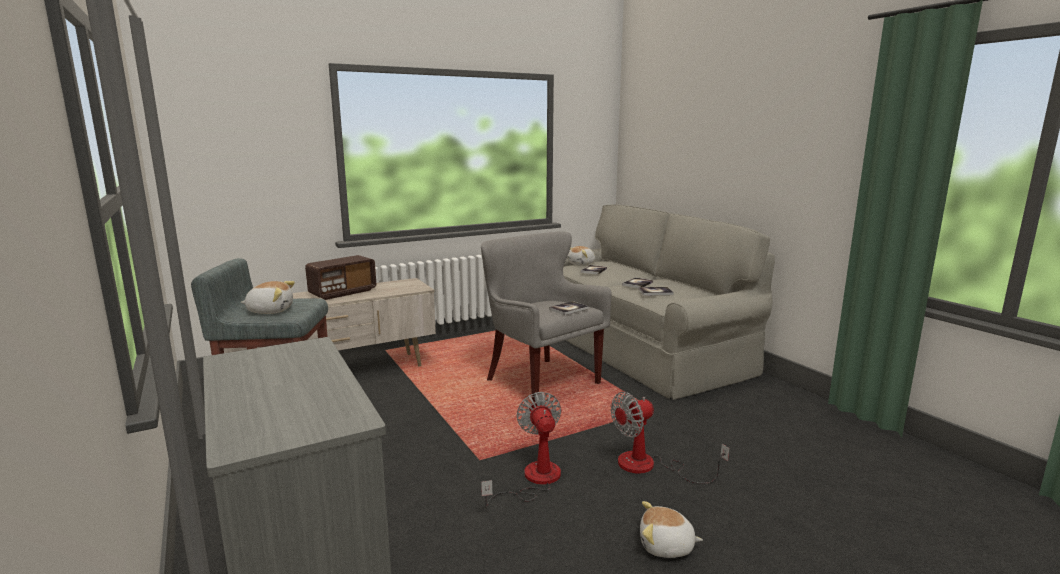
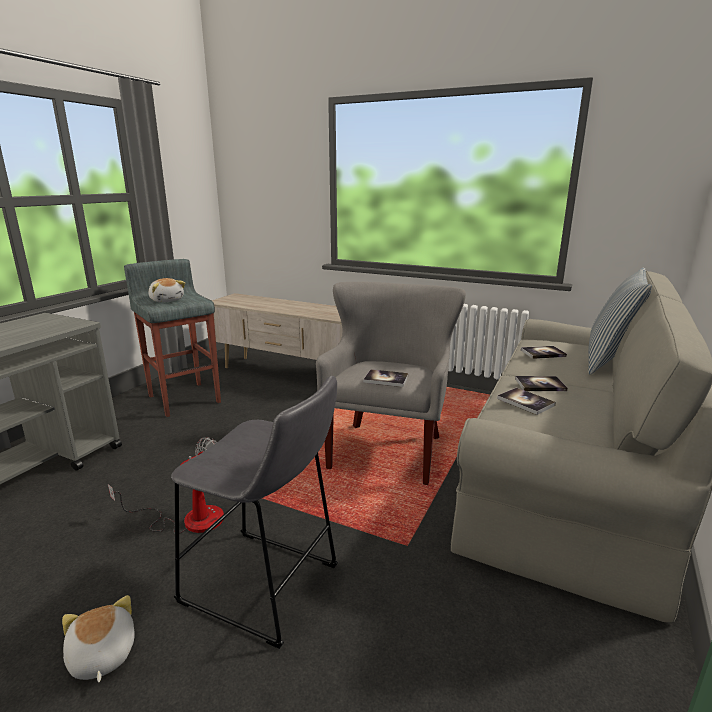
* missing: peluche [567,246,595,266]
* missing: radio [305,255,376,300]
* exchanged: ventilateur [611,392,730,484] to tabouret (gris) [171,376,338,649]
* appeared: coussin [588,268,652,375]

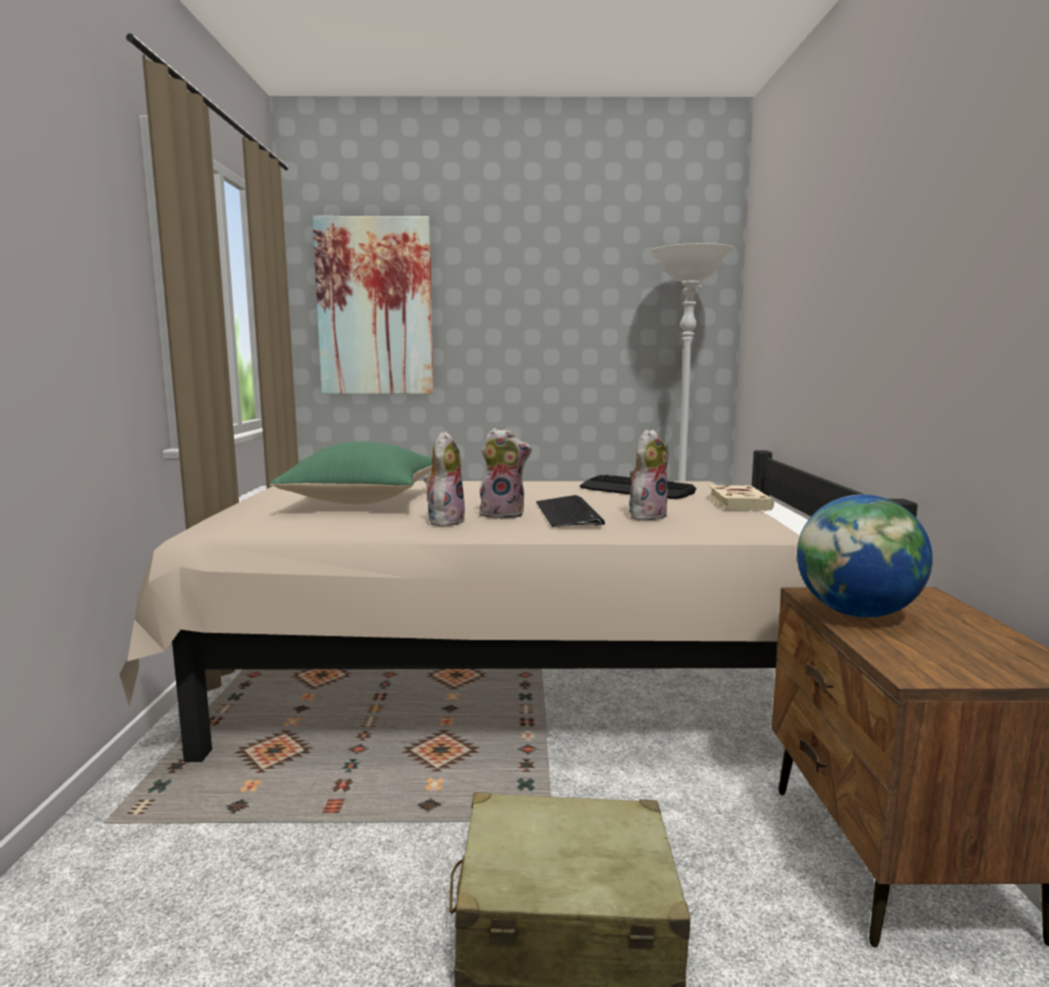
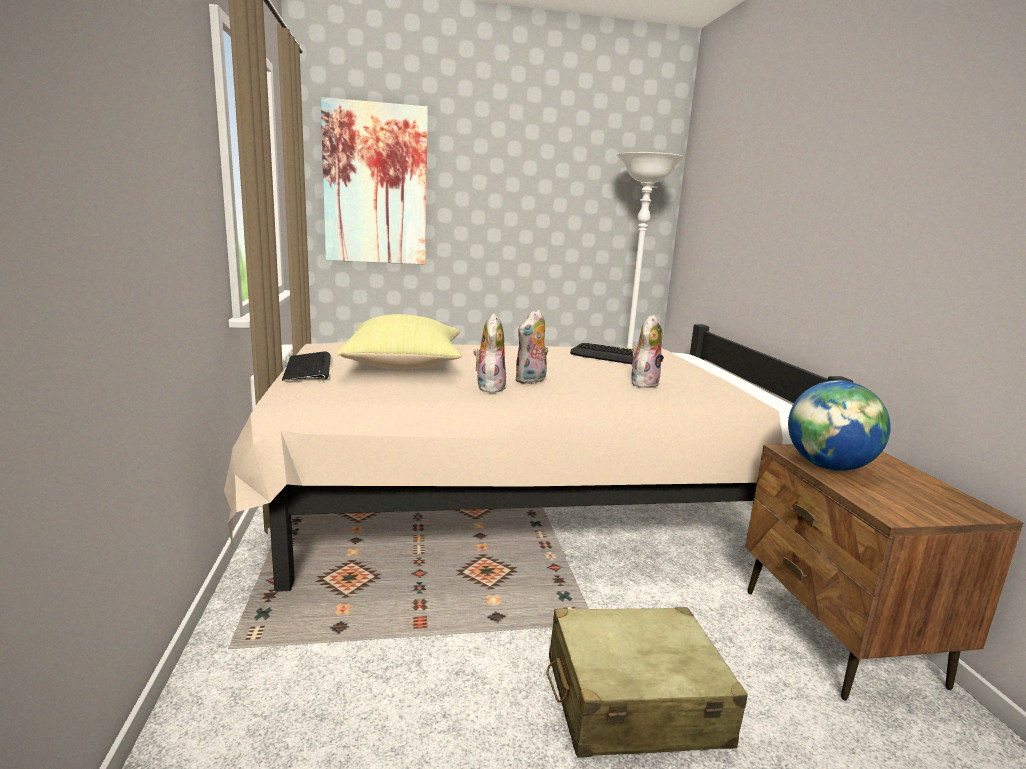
* spun: peluche [477,428,532,519] = [515,310,548,384] 135 degrees clockwise
* colour: coussin (vert) [270,441,432,504] to coussin (jaune) [337,314,462,369]
* missing: livre (beige) [709,485,774,511]
* relocated: clavier [536,495,605,527] to [282,351,331,381]

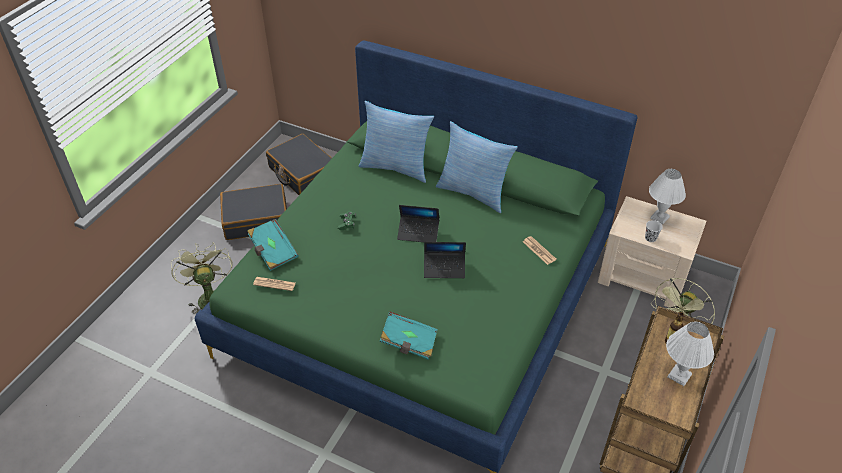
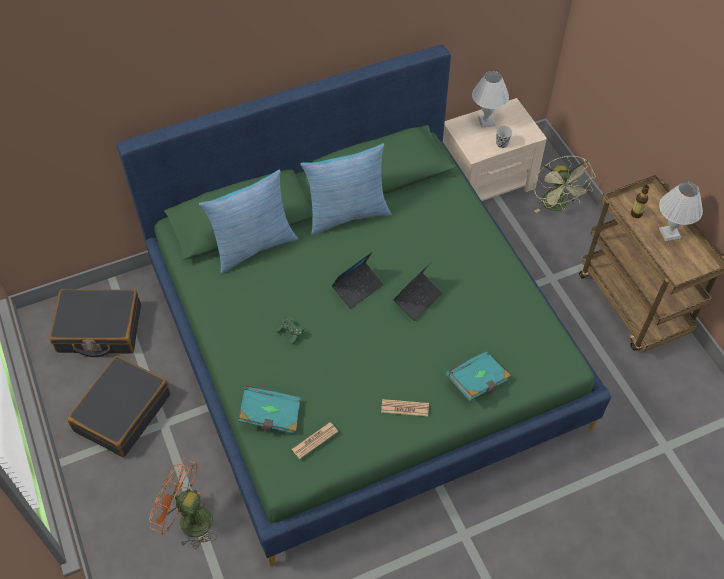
* relocated: journal [523,236,557,265] to [381,399,429,416]
* colour: ventilateur (vert) [171,244,232,314] to ventilateur (orange) [149,458,217,549]

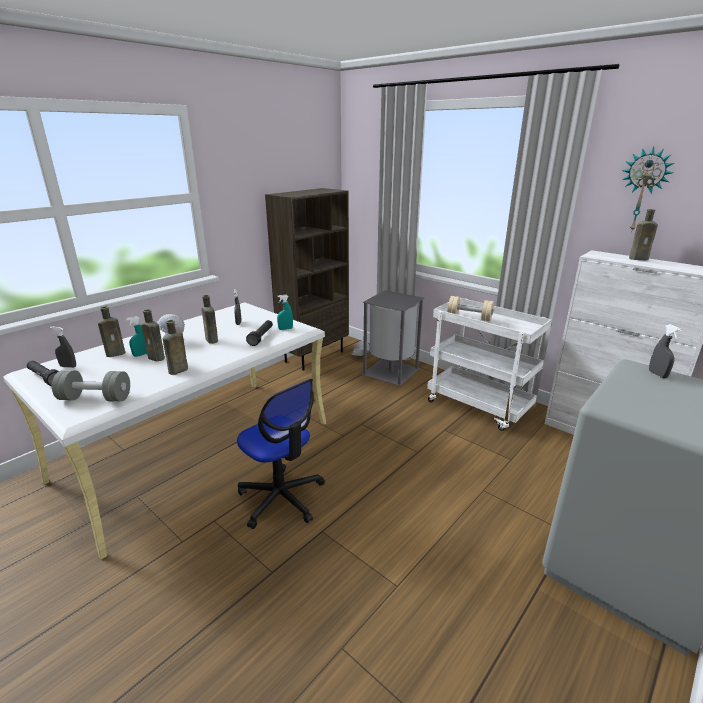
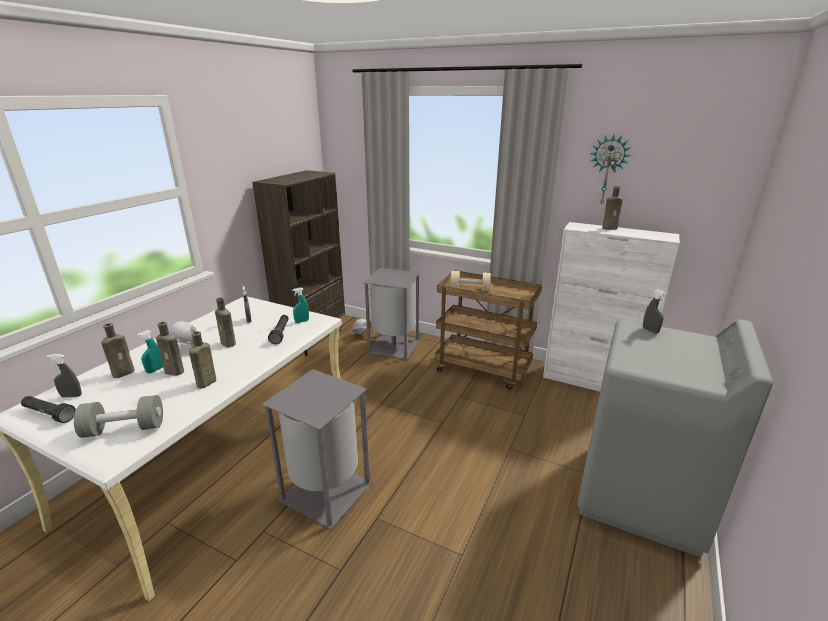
* colour: chariot (blanc) [427,298,552,431] to chariot (marron) [435,270,542,390]
* exchanged: chaise de bureau [237,379,325,529] to poubelle (gris) [262,369,372,530]

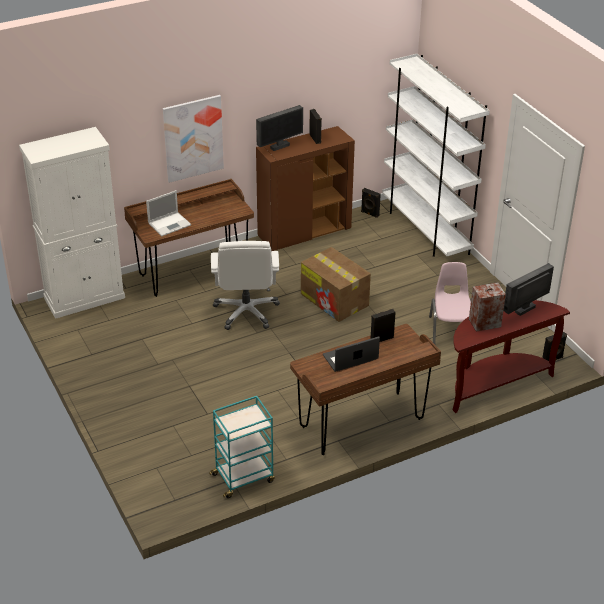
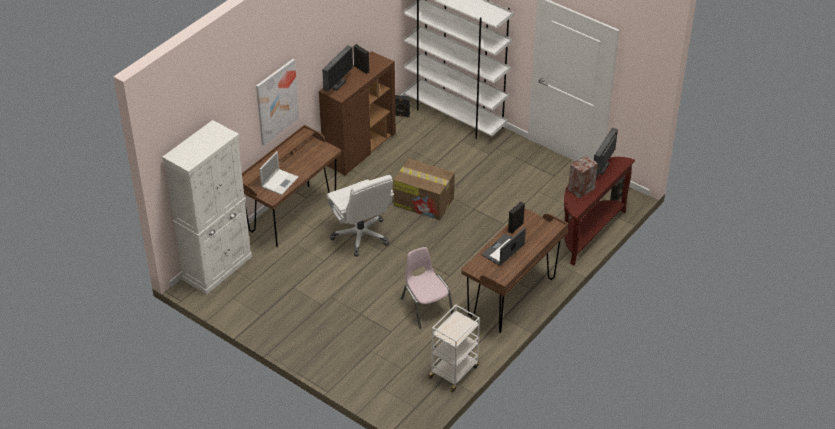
* relocated: chaise (rose) [429,262,471,344] to [401,247,453,329]
* colour: chariot (turquoise) [209,396,275,498] to chariot (blanc) [427,305,480,392]

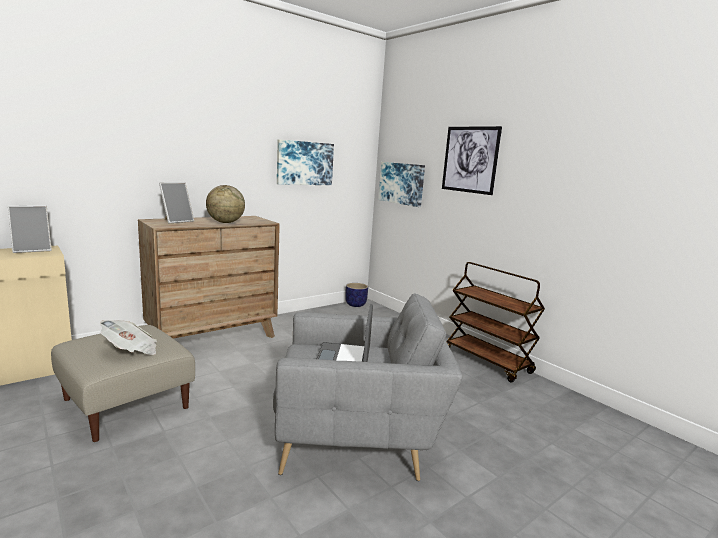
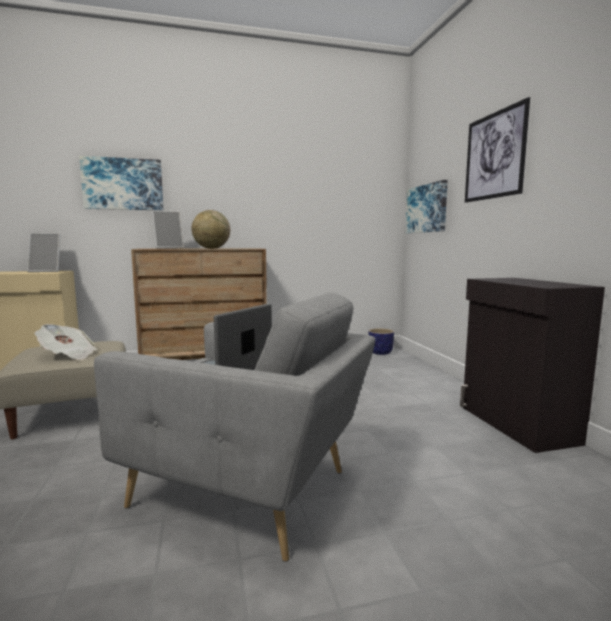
* relocated: tableau [277,139,334,185] to [79,156,163,210]
* exchanged: chariot (marron) [446,262,545,382] to meuble de rangement (noir) [460,278,605,453]

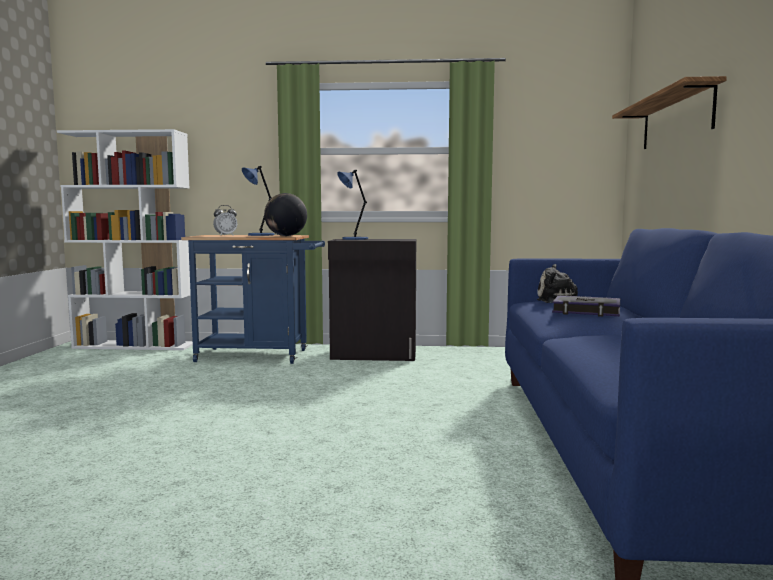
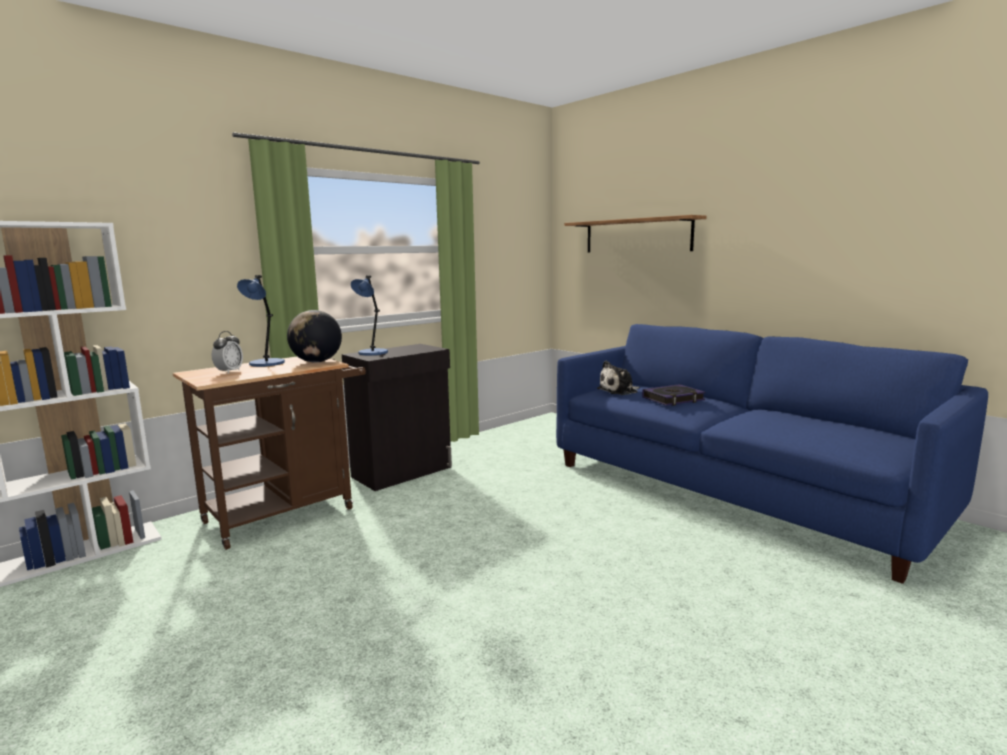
* colour: chariot (bleu) [181,235,325,364] to chariot (marron) [173,356,366,550]

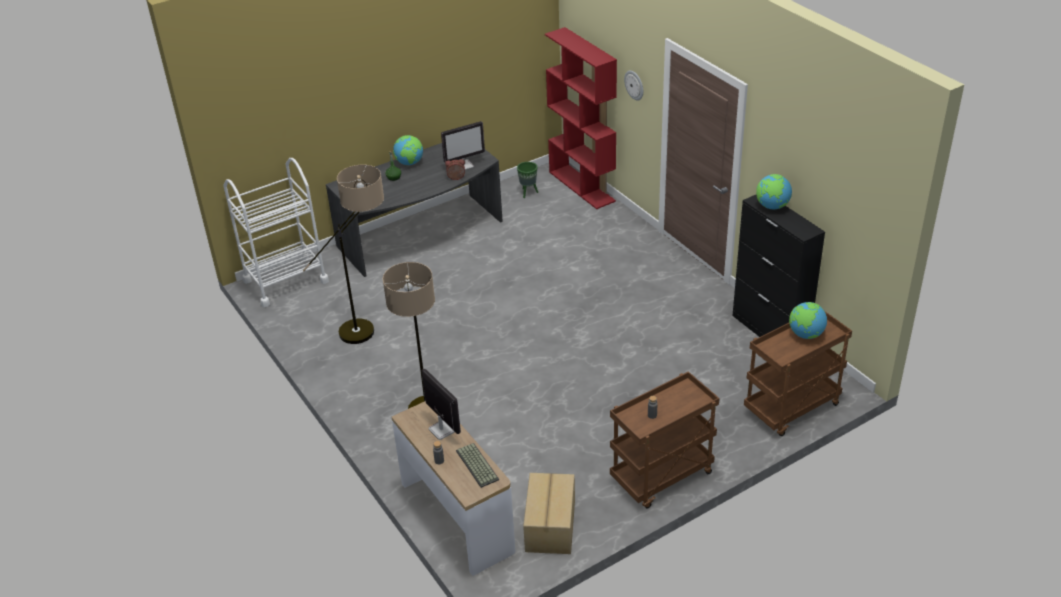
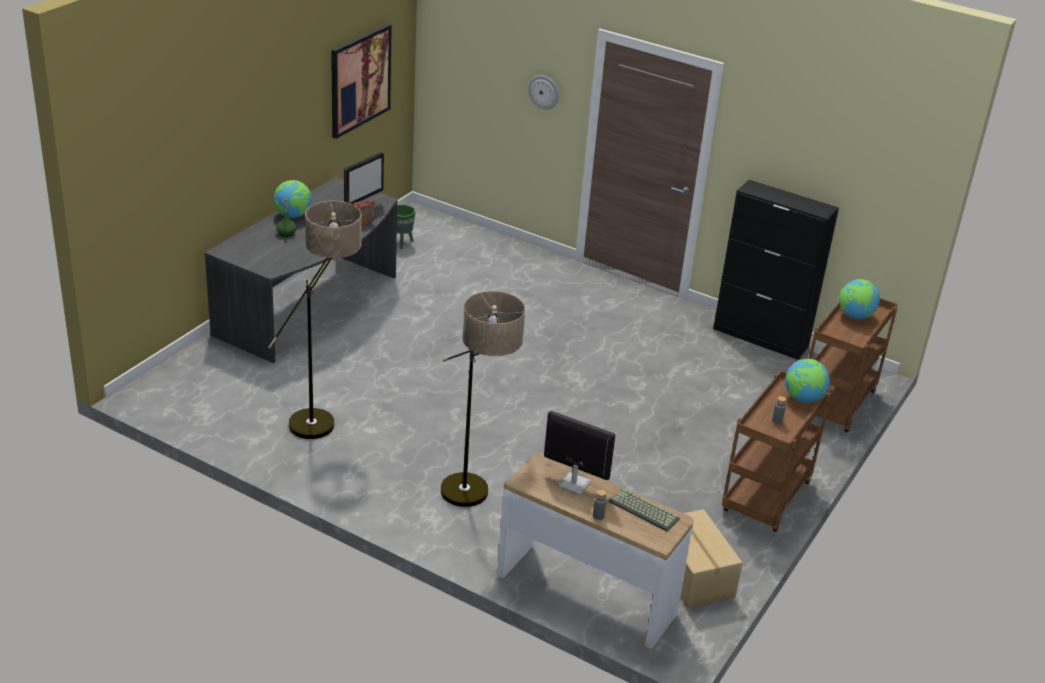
* missing: bibliothèque (rouge) [545,27,617,209]
* missing: chariot (blanc) [223,158,329,307]
* relocated: globe [756,174,792,209] to [785,359,830,403]
* appeared: tableau [331,24,392,139]

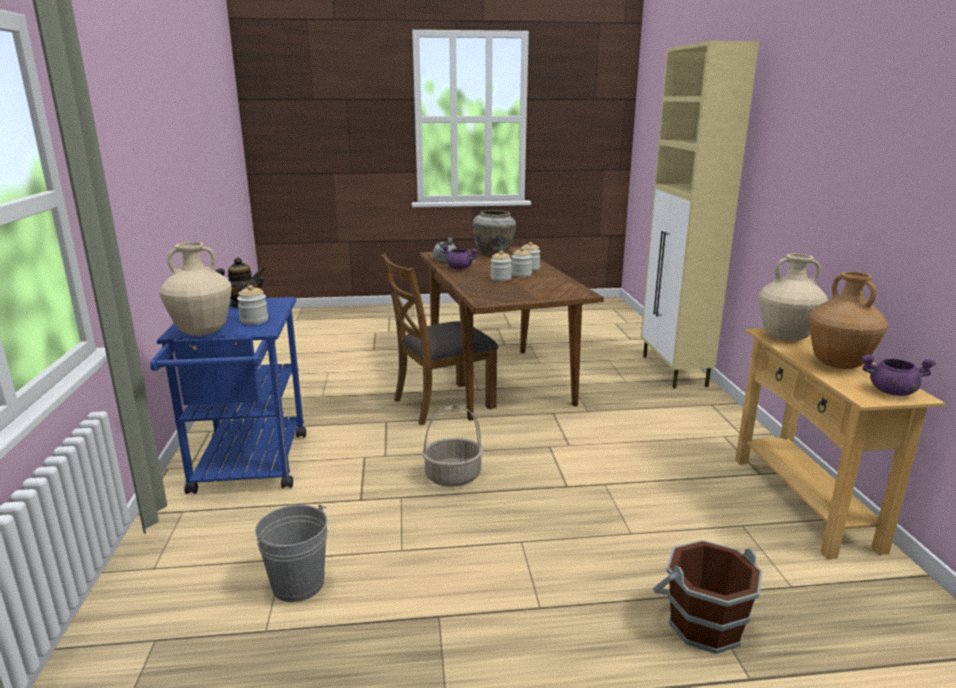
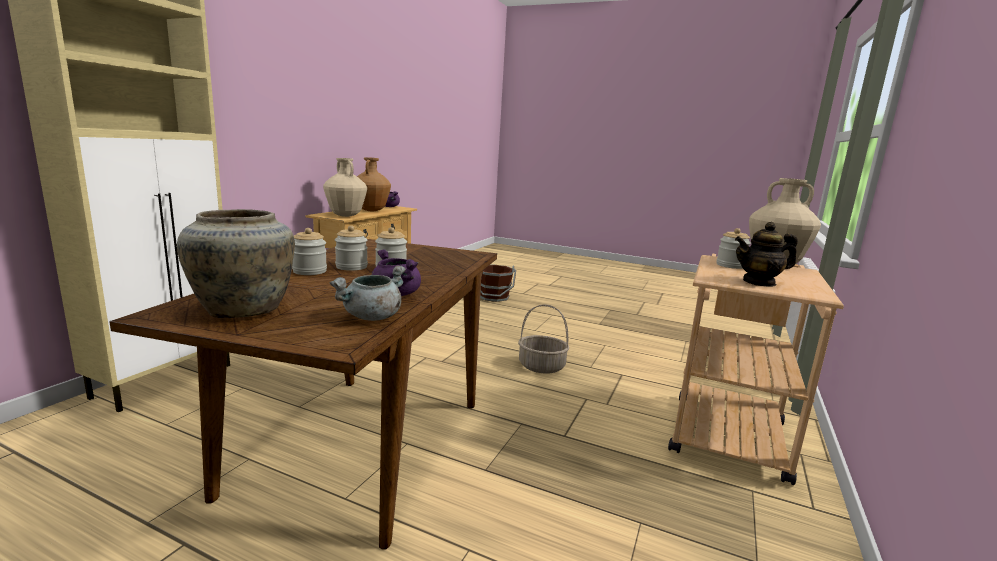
* missing: chaise (marron) [380,254,498,425]
* colour: chariot (bleu) [150,297,306,494] to chariot (beige) [668,253,844,485]
* missing: seau (gris) [255,505,327,602]

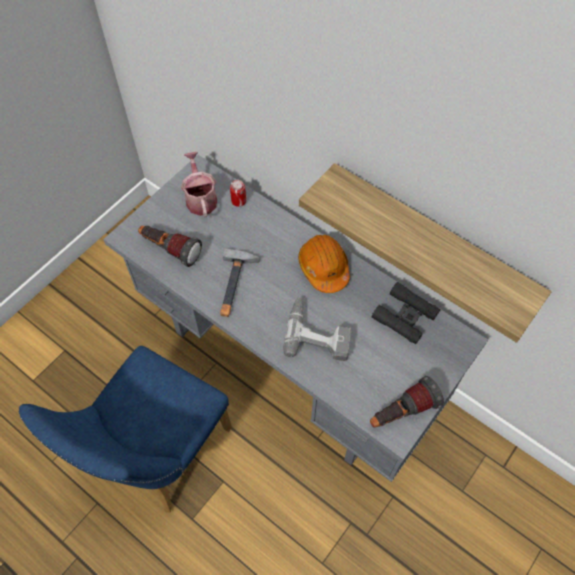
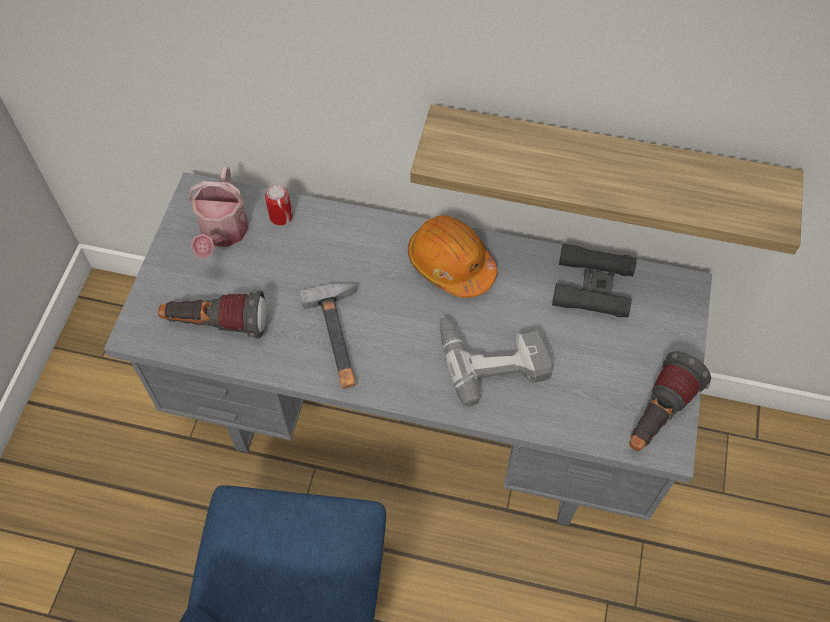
* spun: arrosoir [181,152,217,217] = [189,167,249,259] 135 degrees counterclockwise

